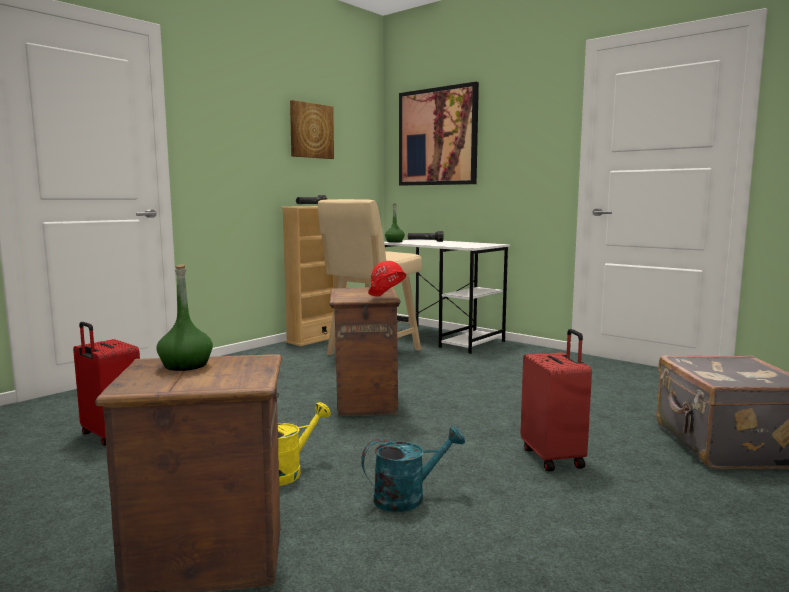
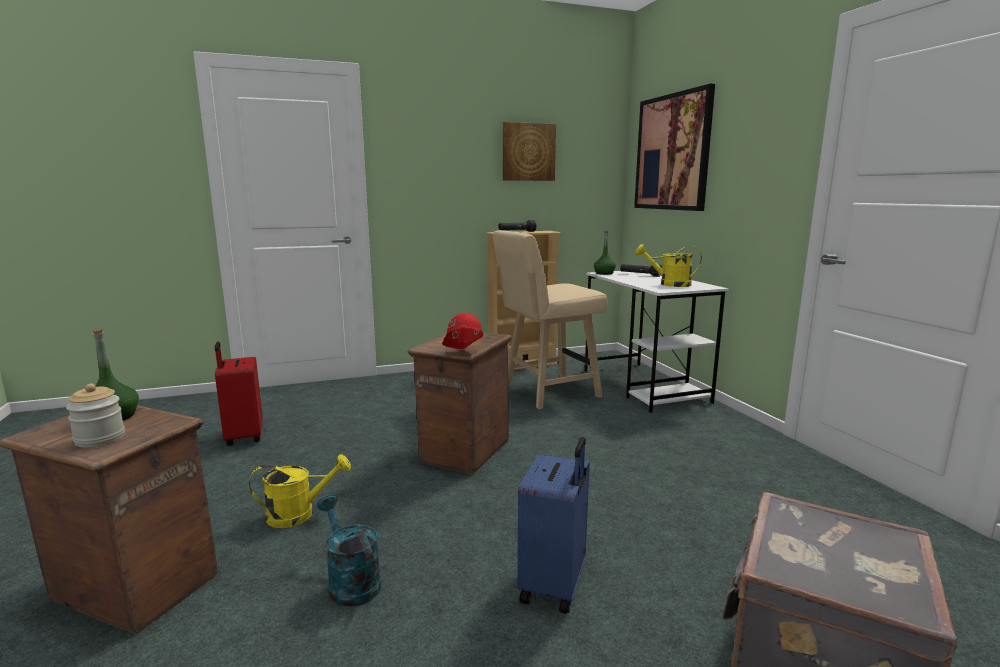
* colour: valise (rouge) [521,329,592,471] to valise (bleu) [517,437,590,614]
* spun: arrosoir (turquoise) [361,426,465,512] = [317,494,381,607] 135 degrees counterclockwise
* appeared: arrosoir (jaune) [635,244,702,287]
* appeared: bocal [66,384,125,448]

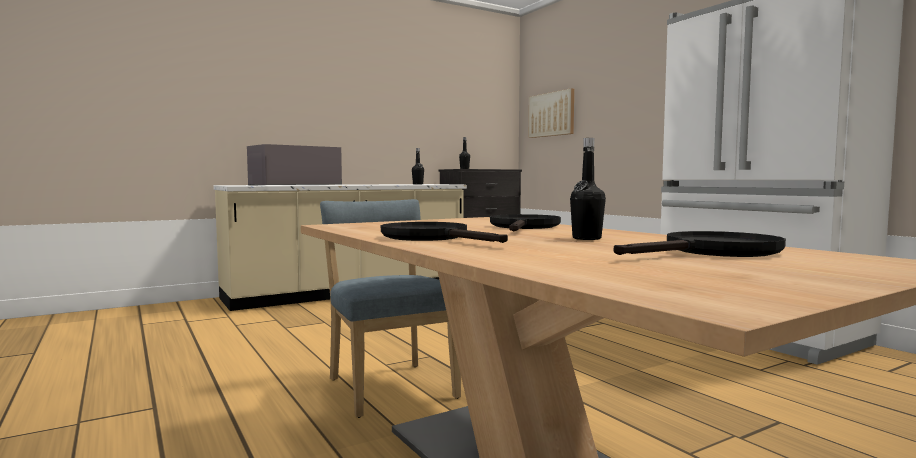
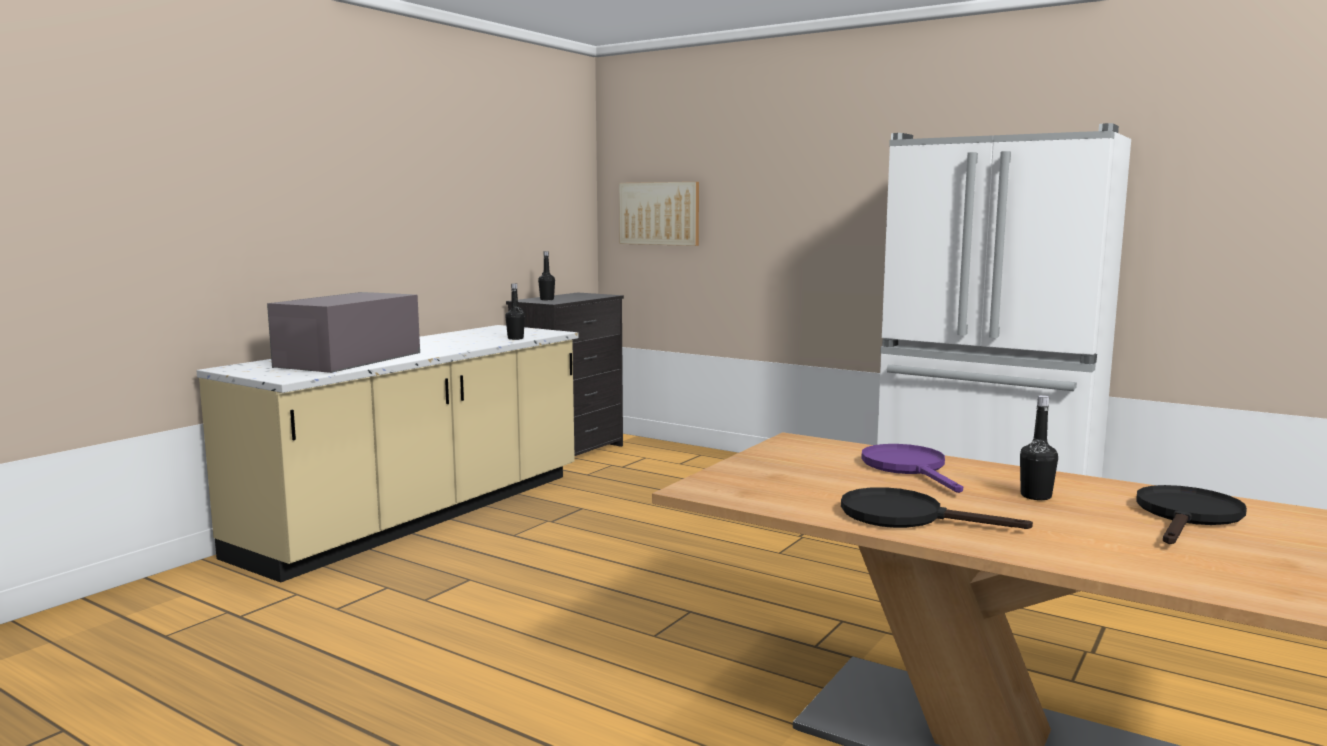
* missing: chaise (bleu) [320,199,461,418]
* colour: poêle (noir) [490,214,561,231] to poêle (violet) [861,444,963,493]

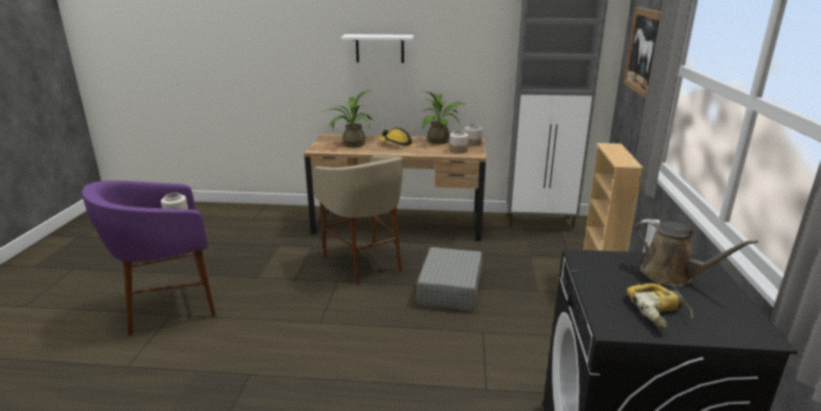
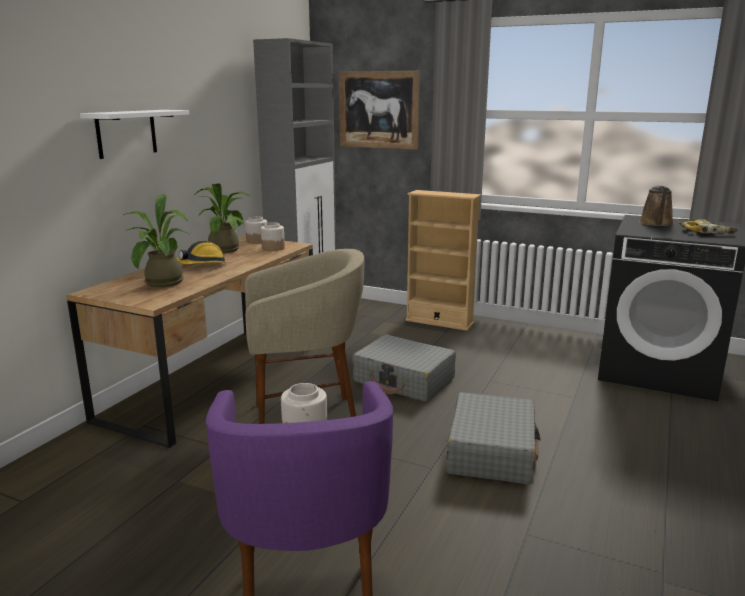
* spun: arrosoir (marron) [635,219,758,286] = [639,186,674,226] 135 degrees clockwise
* appeared: valise (gris) [446,392,540,485]

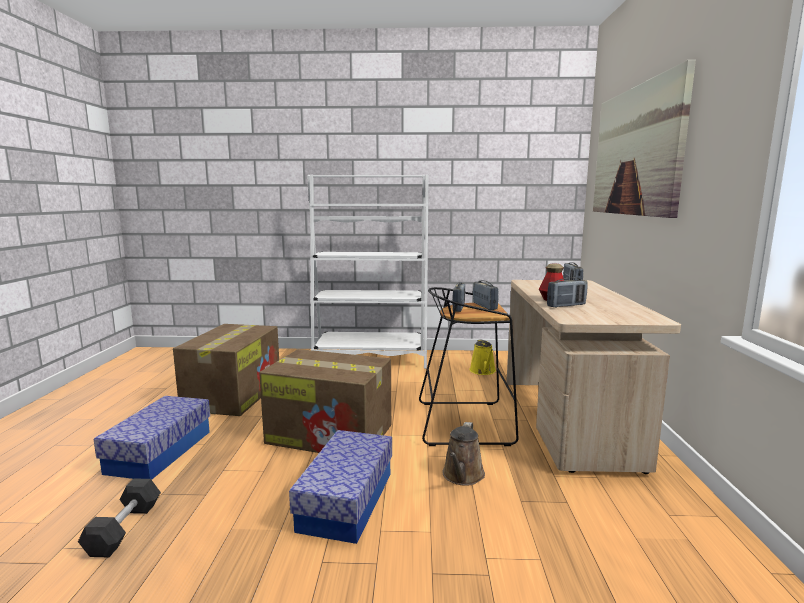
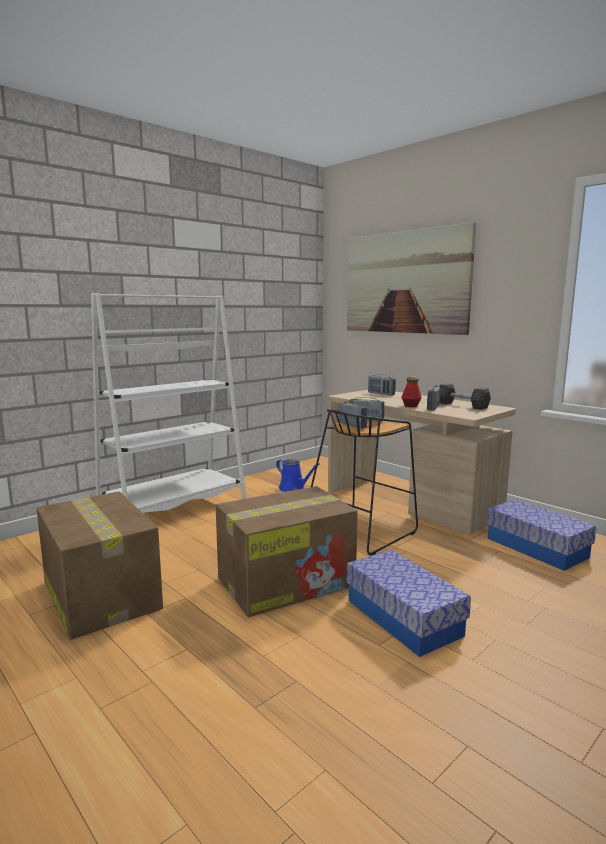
* colour: arrosoir (jaune) [470,339,496,375] to arrosoir (bleu) [276,459,320,492]
* relocated: boîte de rangement [94,396,210,480] to [486,499,597,571]
* missing: arrosoir (marron) [442,422,485,486]
* relocated: haltère (gris) [78,478,161,557] to [439,384,491,410]

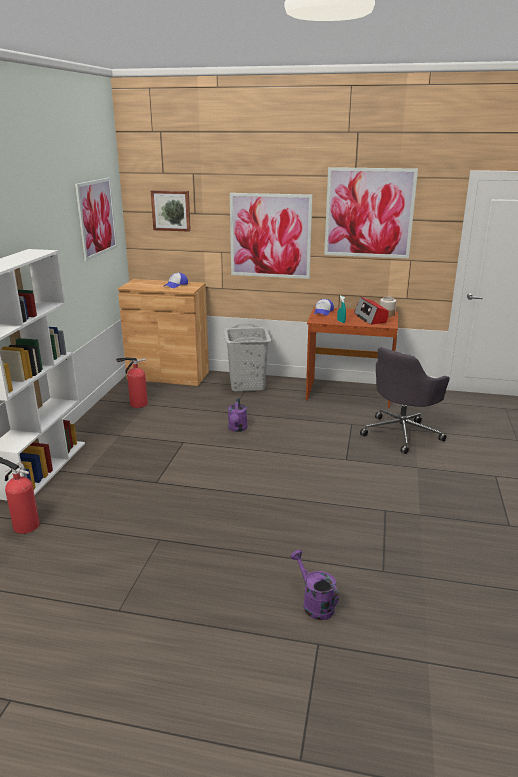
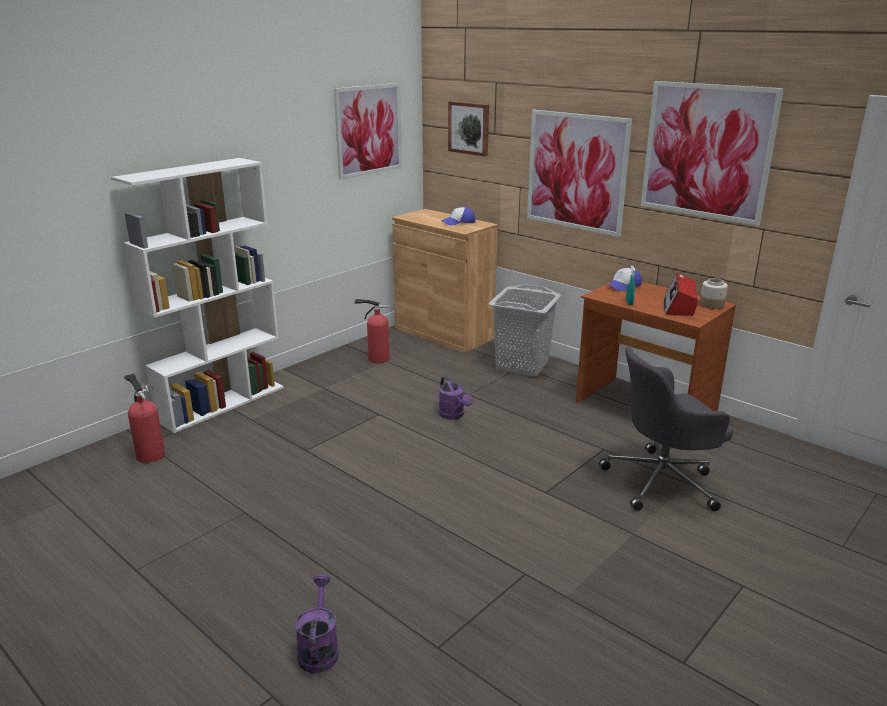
* spun: arrosoir (violet) [228,398,248,432] = [439,376,473,420] 60 degrees counterclockwise

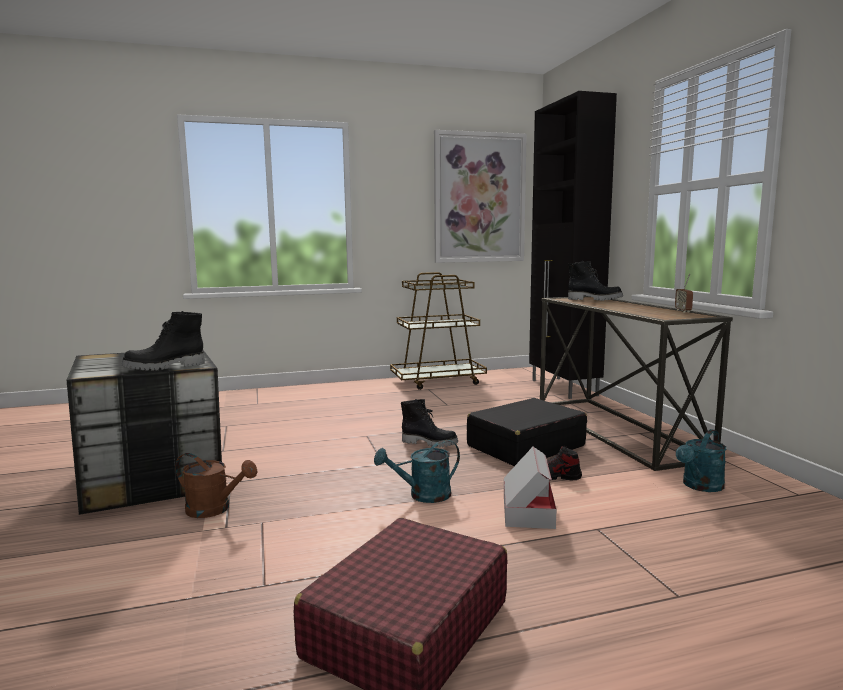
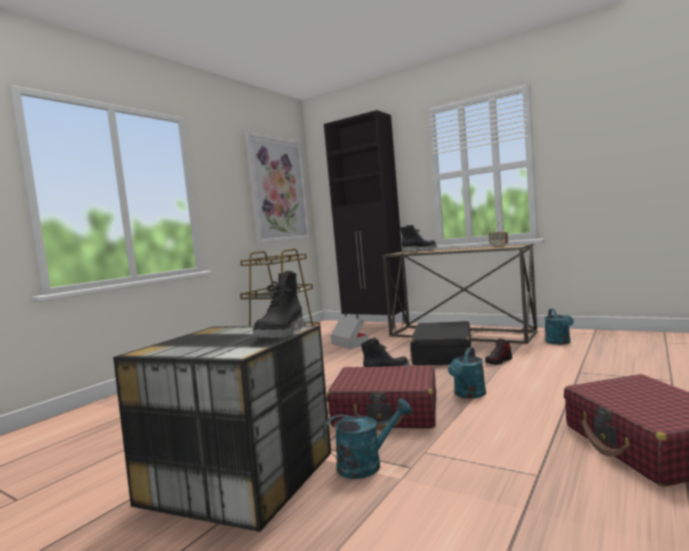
* relocated: carton [504,447,556,529] to [331,316,369,349]
* colour: arrosoir (marron) [176,453,257,518] to arrosoir (turquoise) [323,399,412,479]
* appeared: valise (rouge) [327,365,436,430]

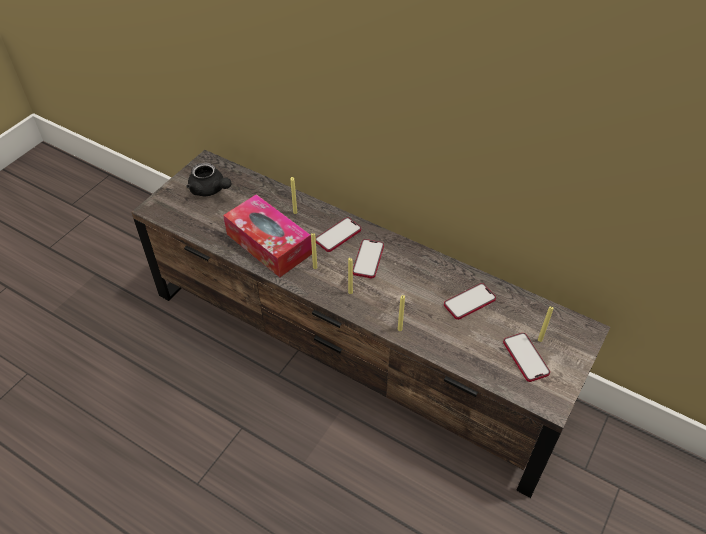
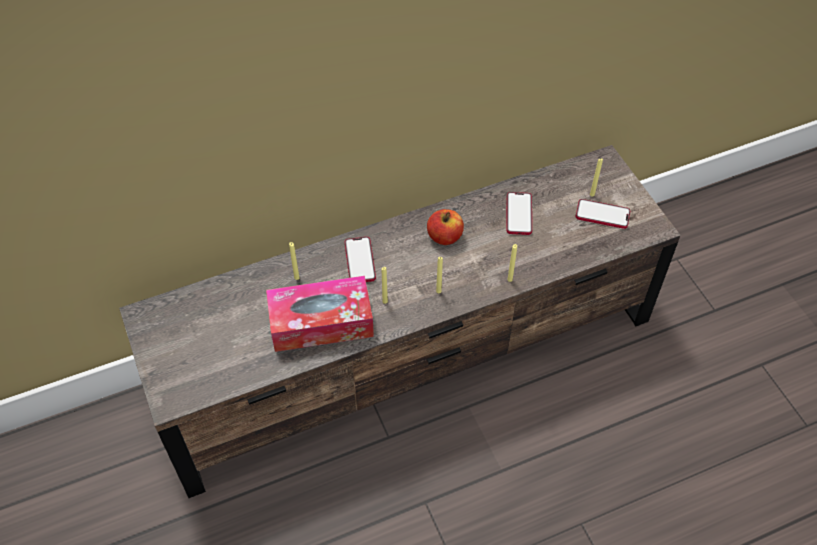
* missing: théière (noir) [186,162,232,196]
* missing: téléphone [353,239,384,278]
* appeared: pomme [427,209,464,245]

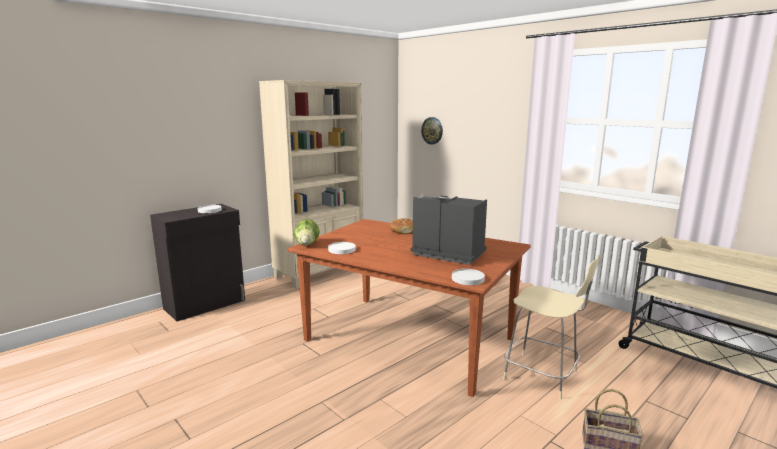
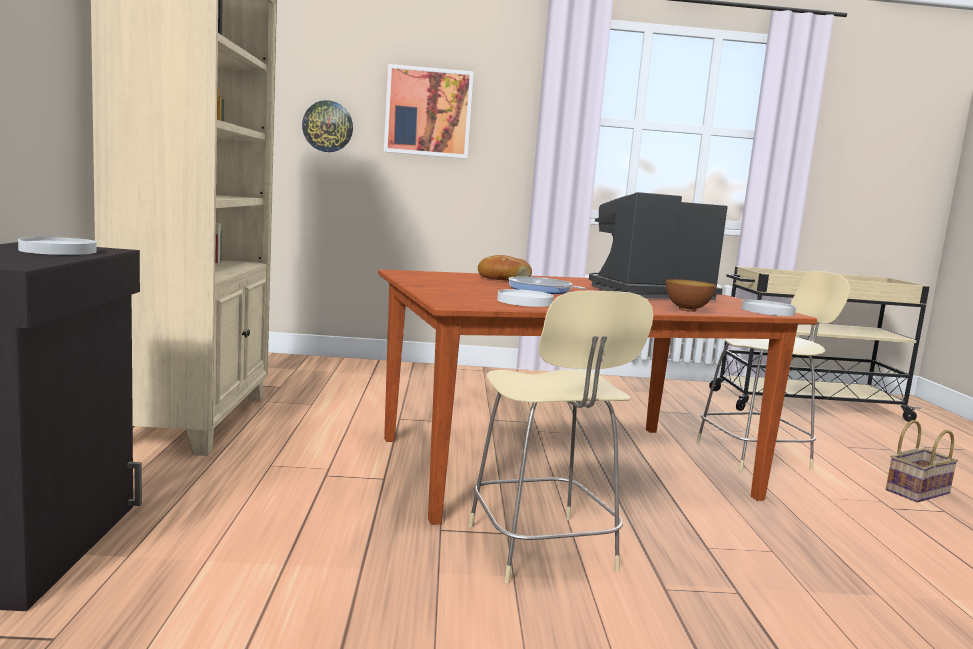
* missing: laitue [294,219,320,246]
* appeared: tableau [384,64,474,159]
* appeared: poêle [509,276,586,294]
* appeared: bol [666,279,717,312]
* appeared: chaise (beige) [468,291,654,583]

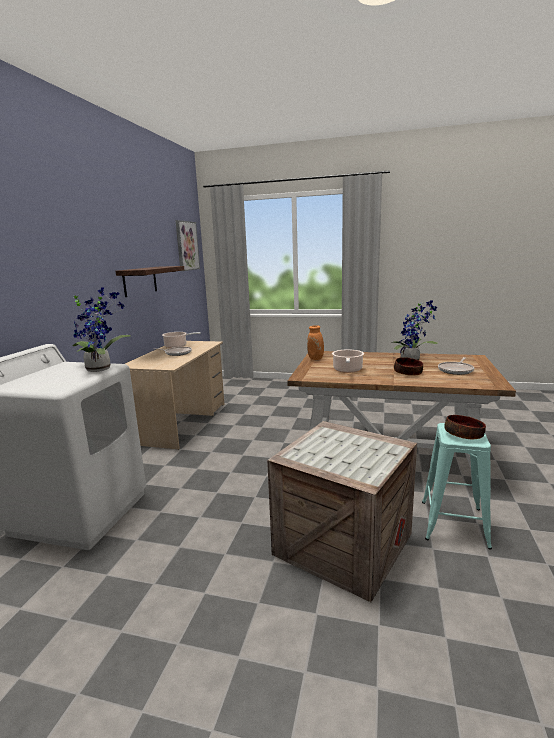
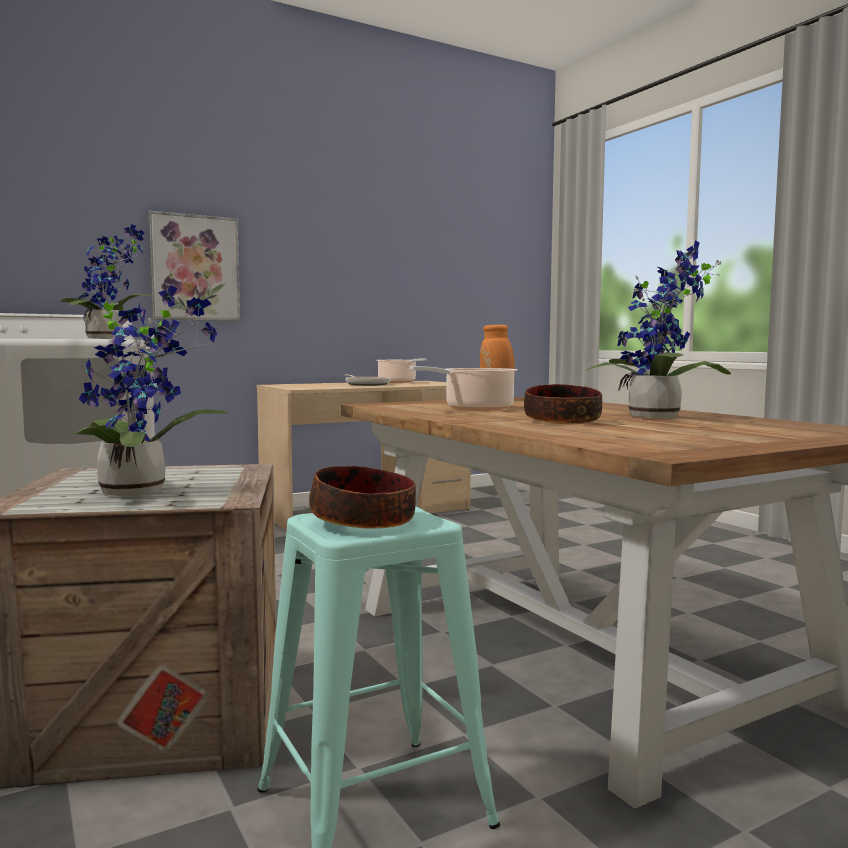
* relocated: tableau [175,220,200,271] to [148,211,240,321]
* missing: étagère [116,266,184,297]
* missing: poêle [438,357,474,375]
* appeared: plante en pot [71,285,229,496]

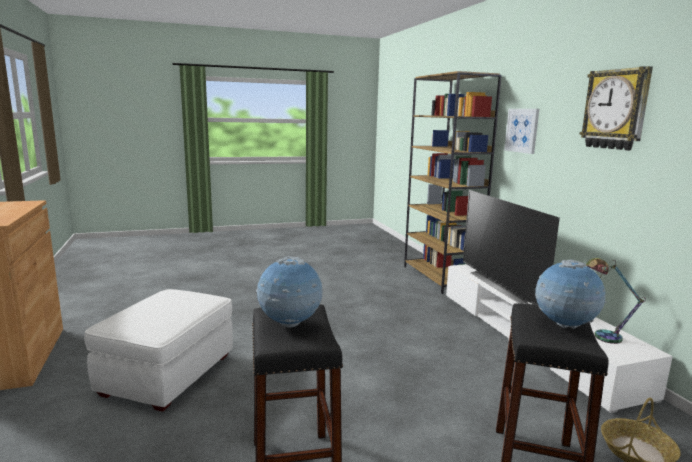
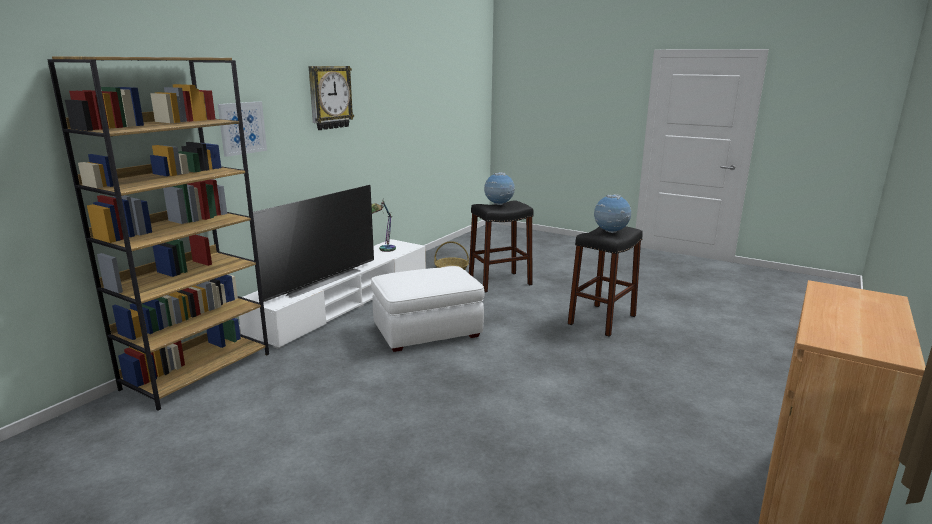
* relocated: pouf (blanc) [84,289,233,412] to [371,266,485,352]

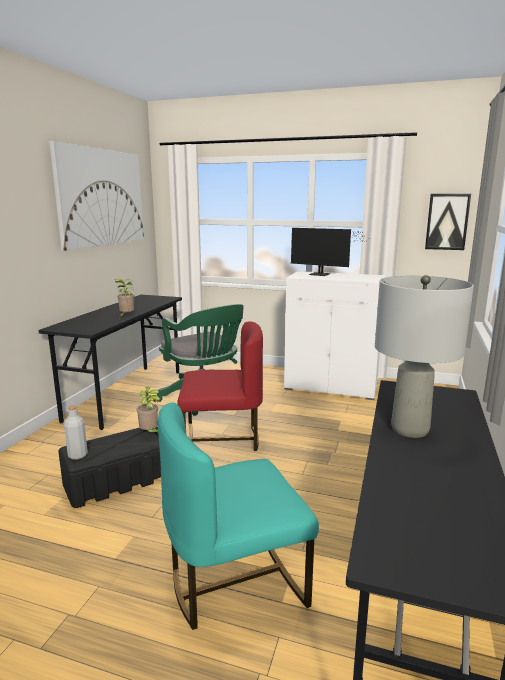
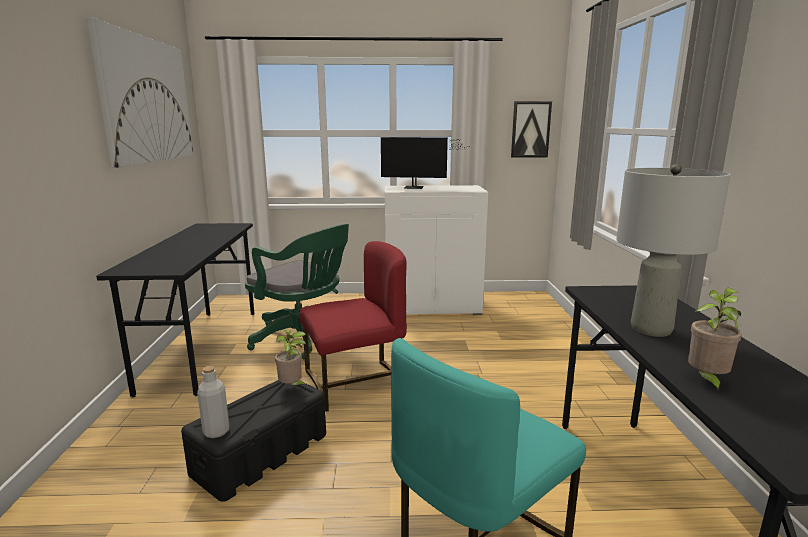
* relocated: plante en pot [115,279,134,317] to [688,288,743,393]

